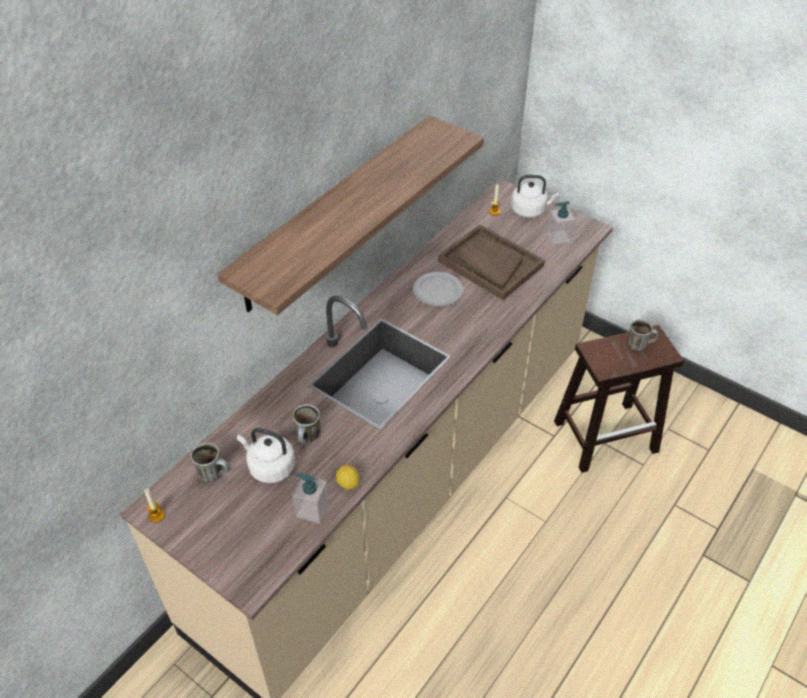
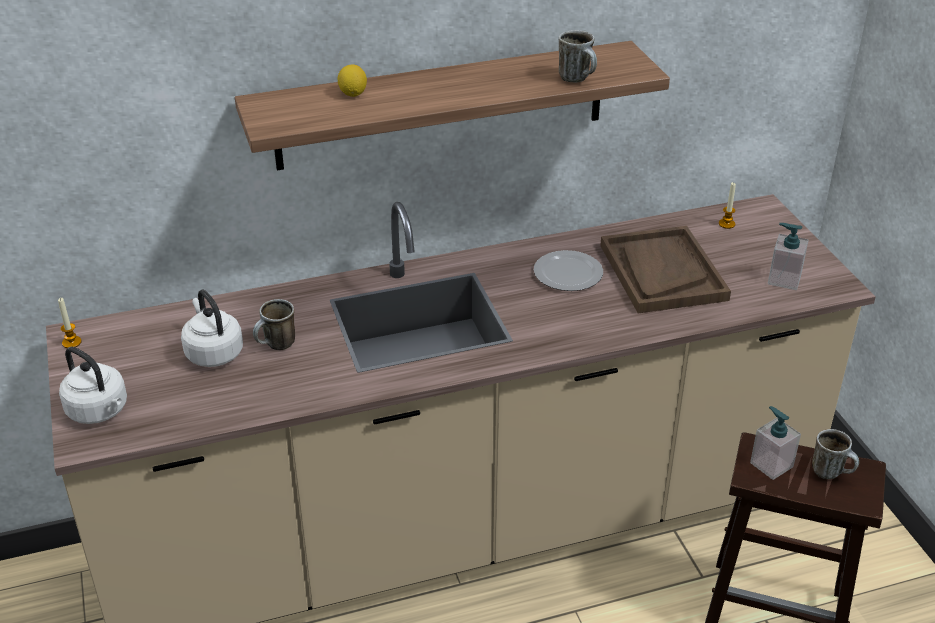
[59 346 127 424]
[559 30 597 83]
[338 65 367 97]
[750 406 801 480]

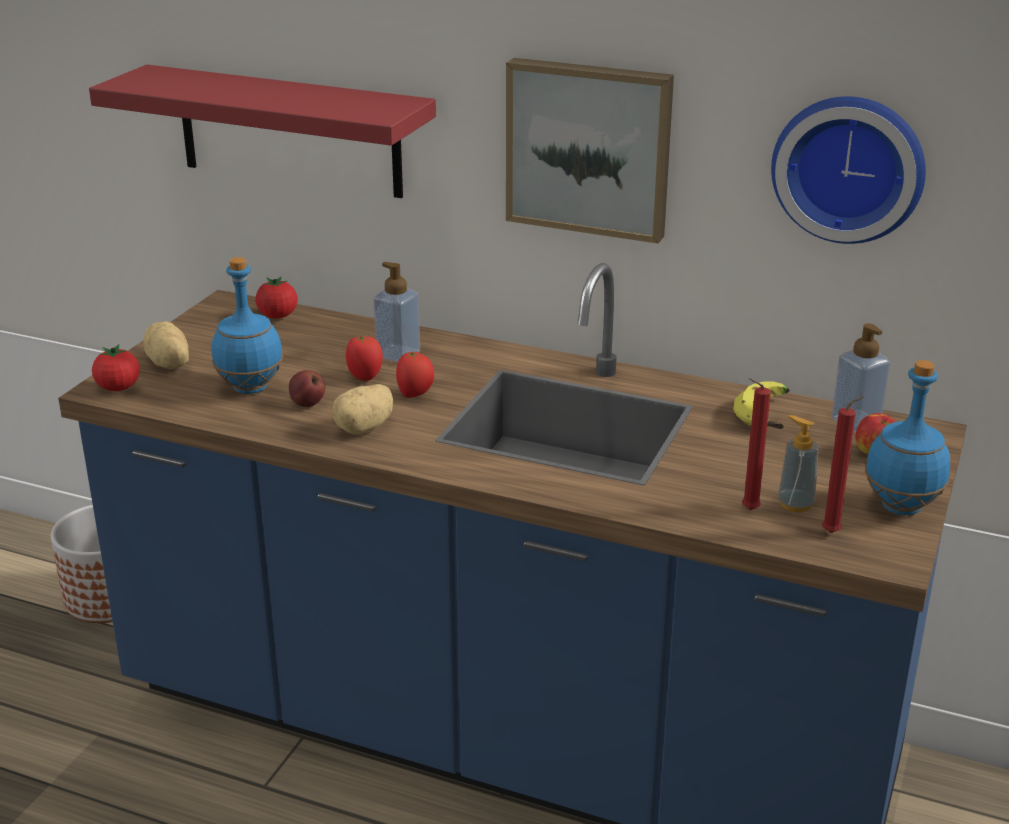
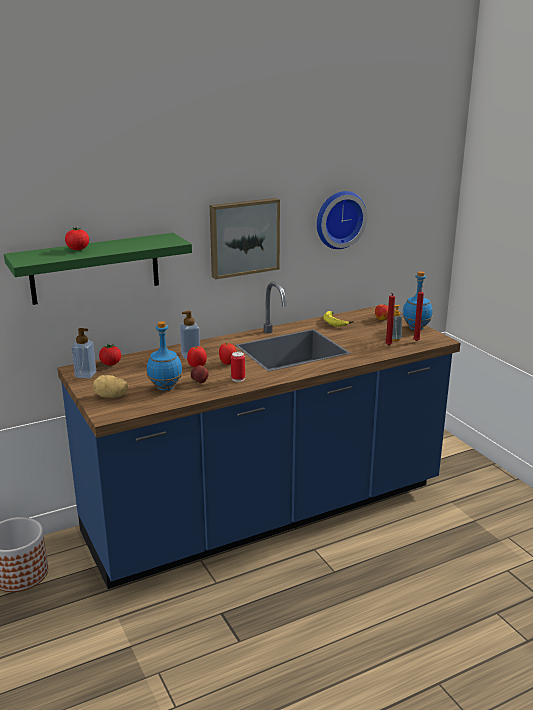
[4 233 192 305]
[71 328 96 379]
[65 227 89 250]
[231 352 245 382]

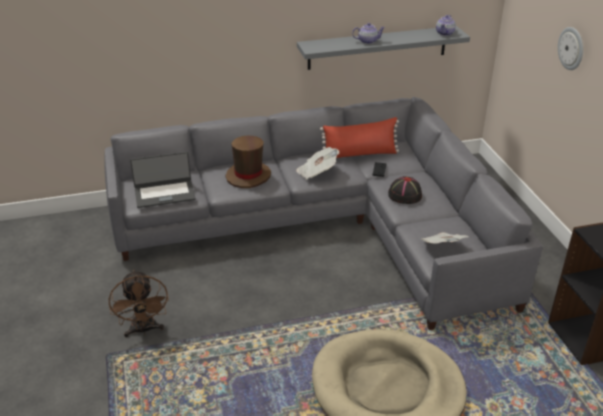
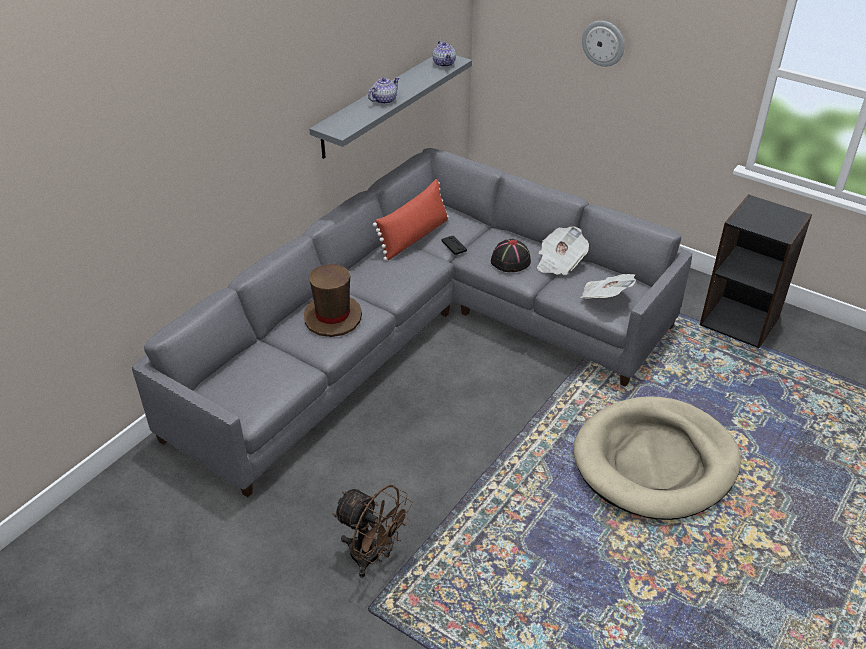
[537 226 589 275]
[130 152 196 208] (first image)

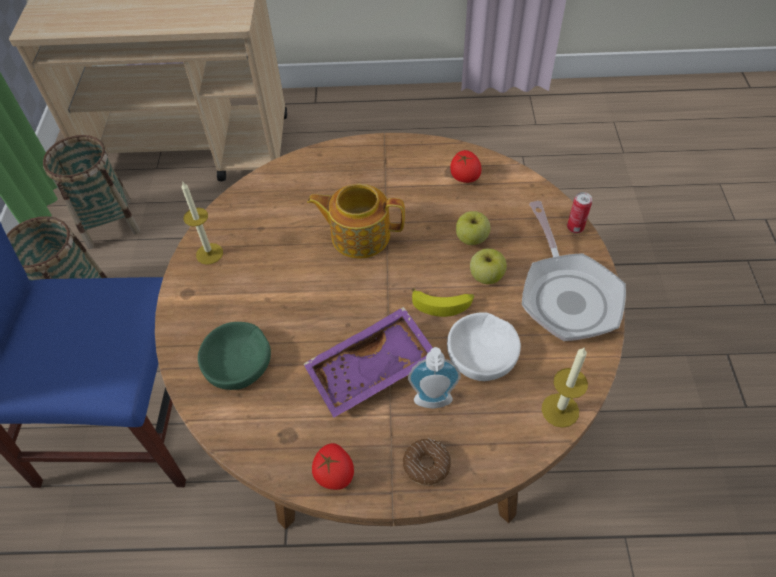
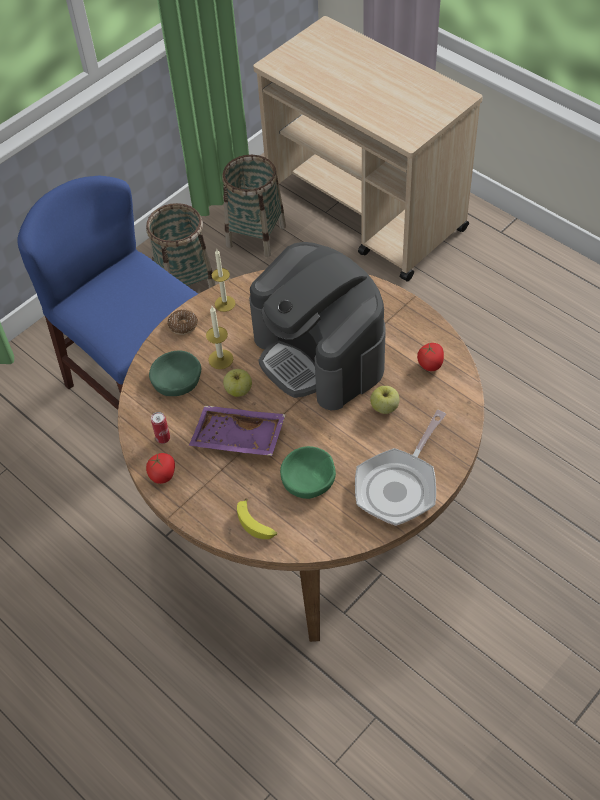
[249 242 386 411]
[151 412 170 444]
[223 369 252 397]
[237 498 277 539]
[280 446 336 499]
[408 347 461 409] (first image)
[206 306 233 369]
[167 309 198 335]

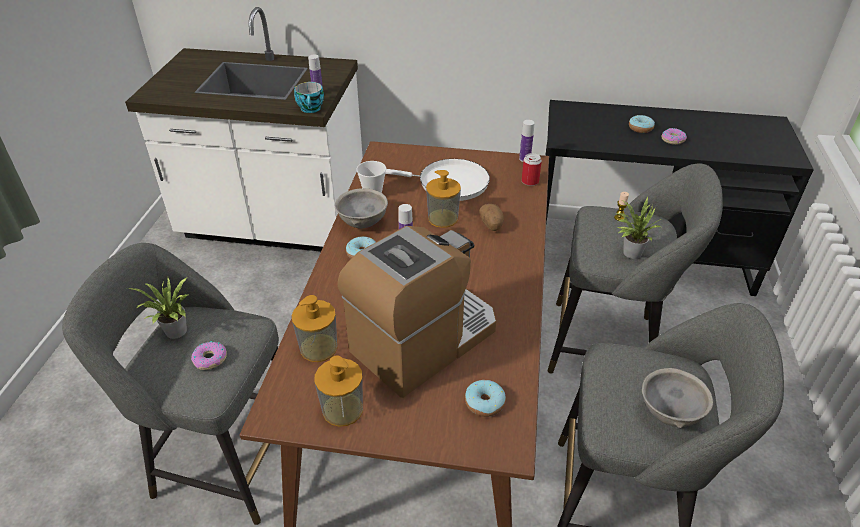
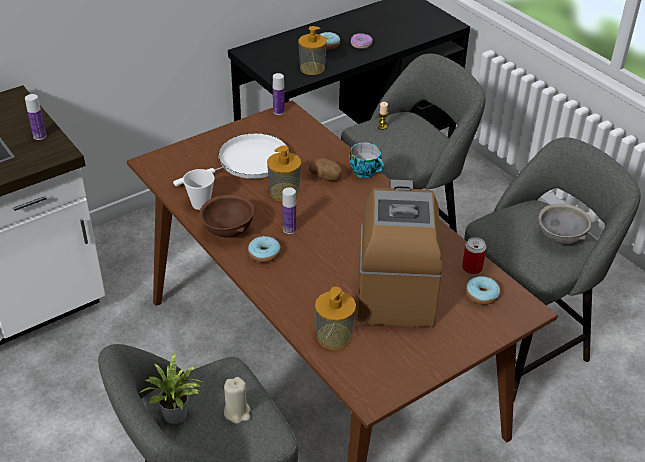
[349 142 384 178]
[462 237 486 274]
[199 195 255 238]
[615 197 661 259] (first image)
[224 377 250 424]
[298 26 327 75]

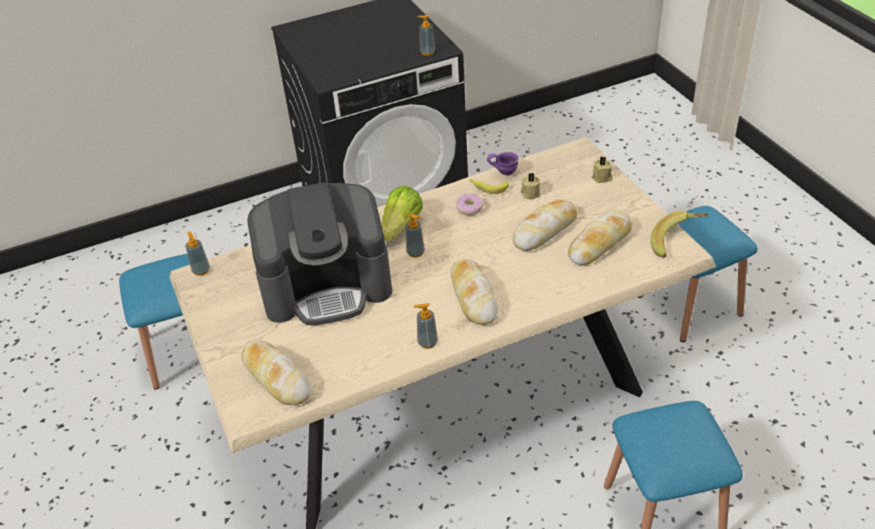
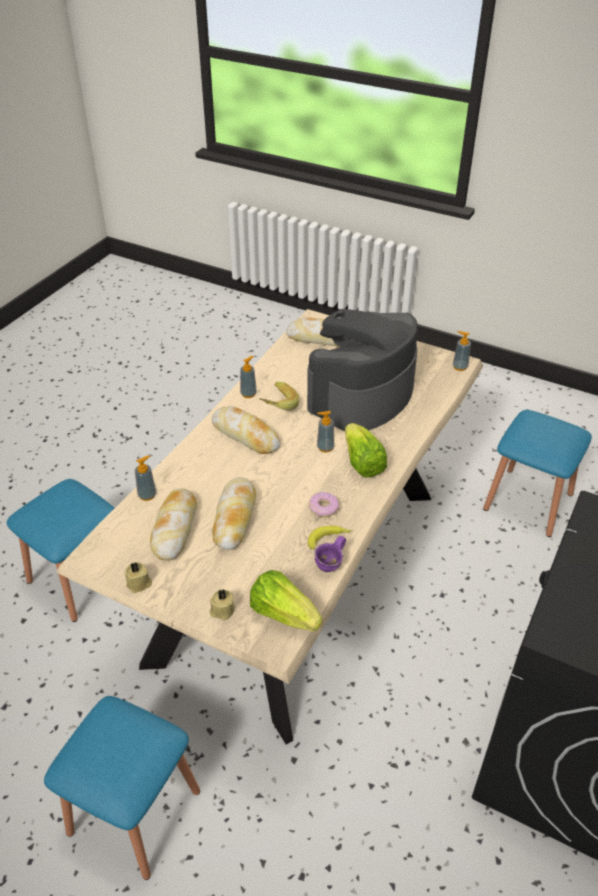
[135 455 157 501]
[125 562 152 593]
[259 382 299 410]
[250 570 323 631]

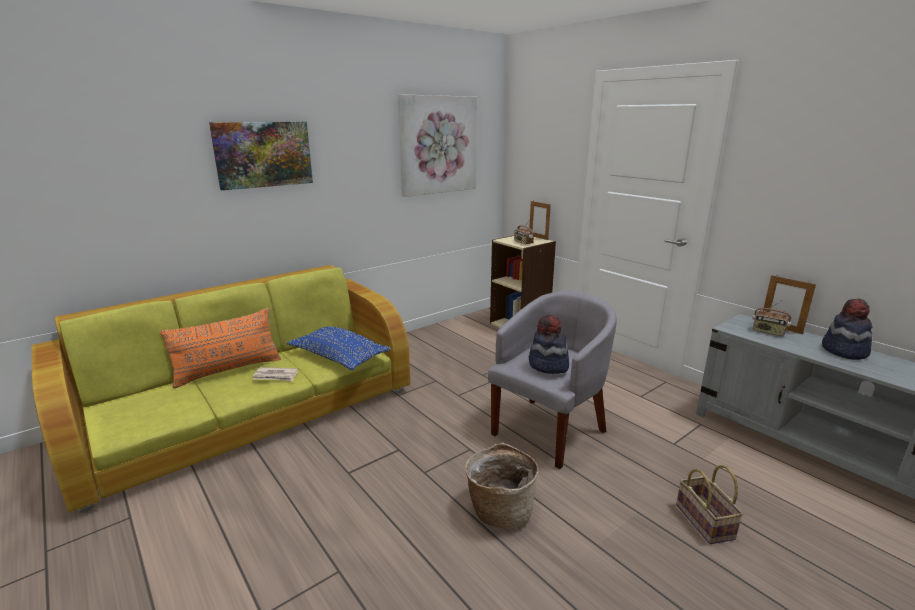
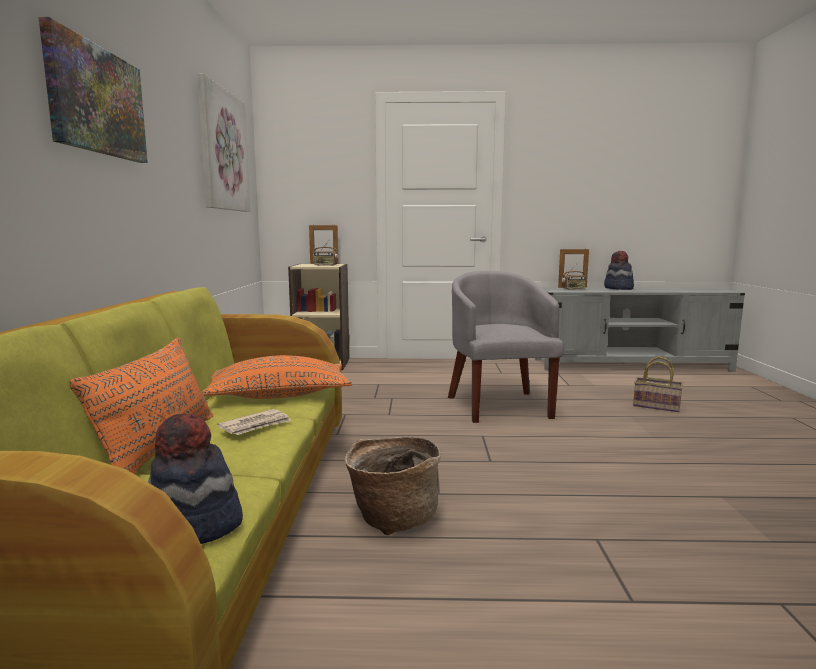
[148 414 243 544]
[202 355 352 399]
[345 437 441 536]

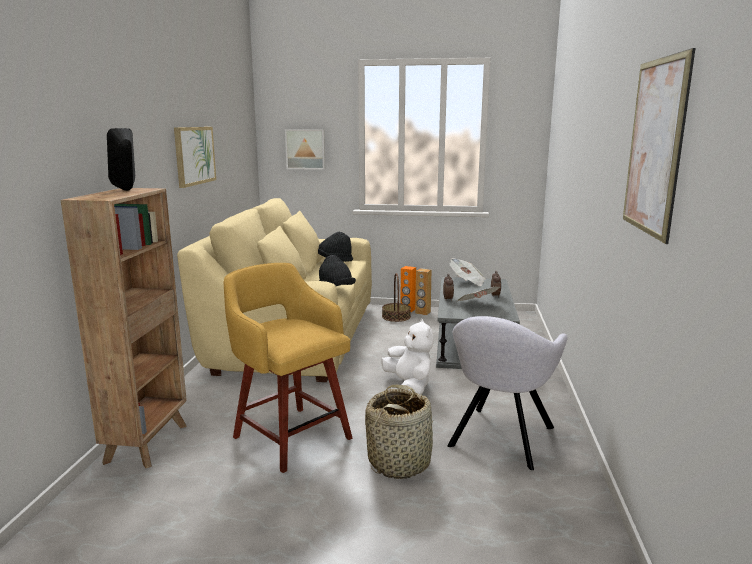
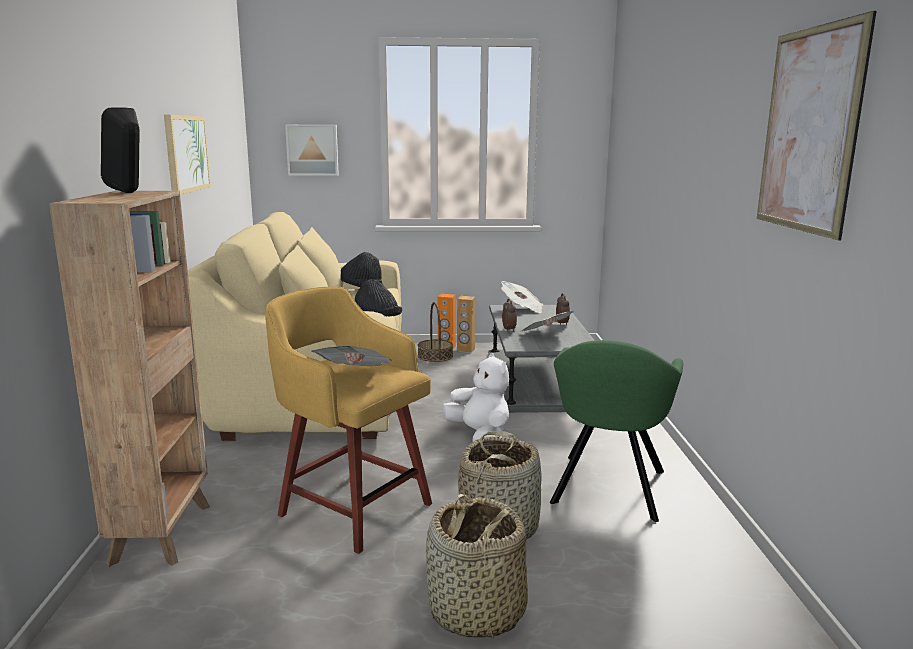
[550 340 683 522]
[311 346 392 366]
[426 494 528 639]

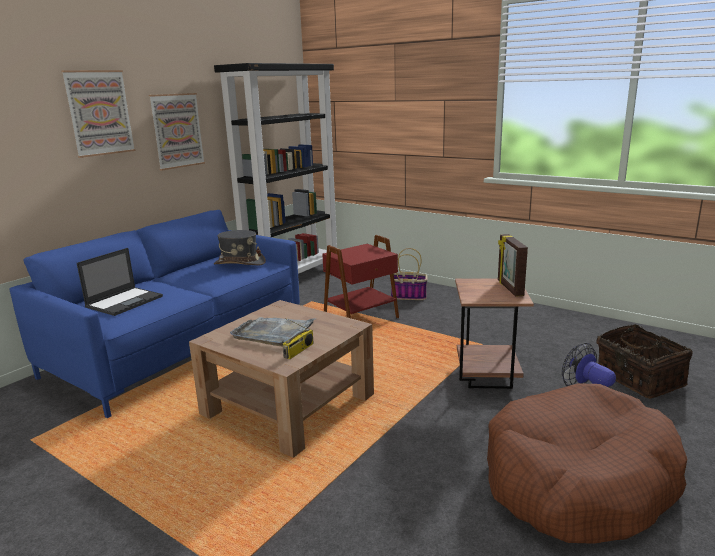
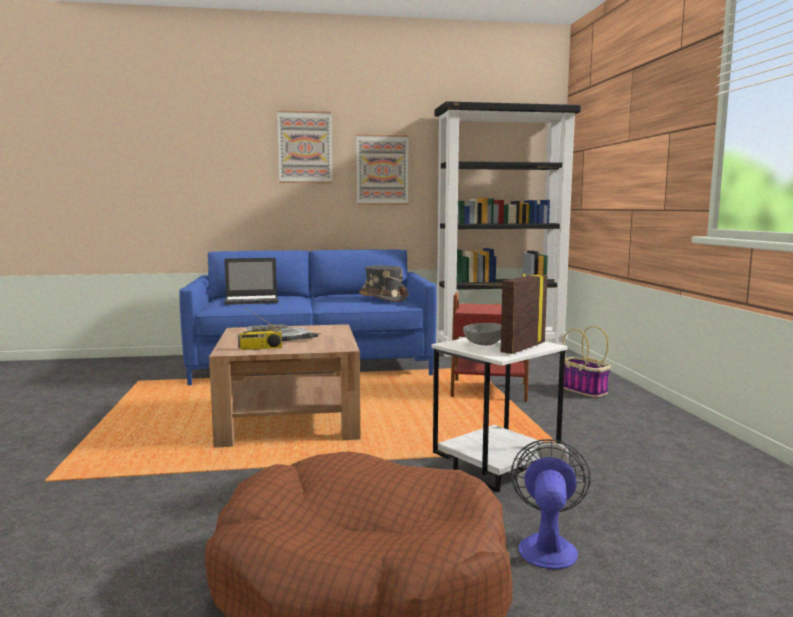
[432 338 568 492]
[596 324 693 399] (first image)
[463 323 501 345]

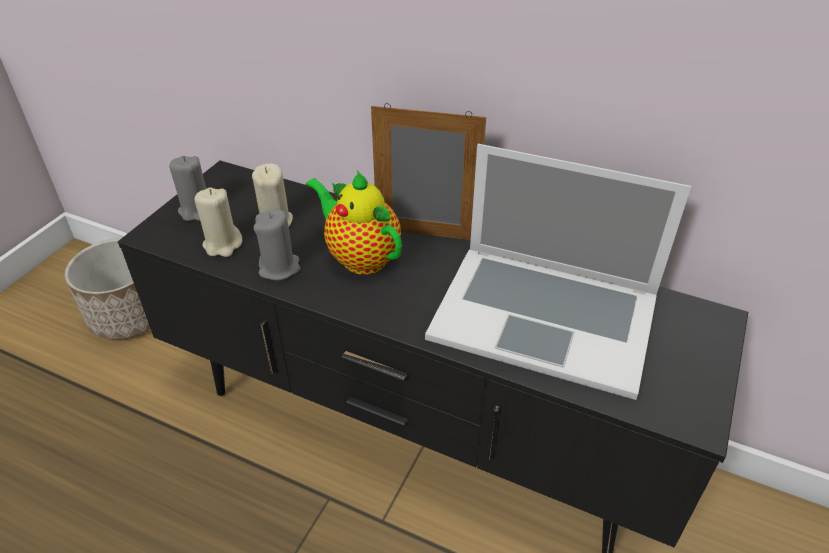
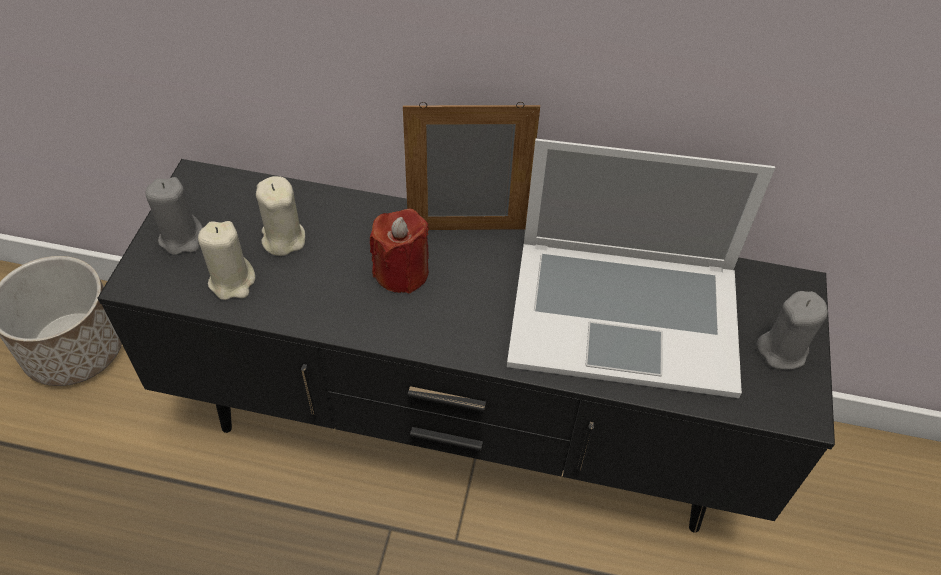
[370 208 429 294]
[757 291 828 369]

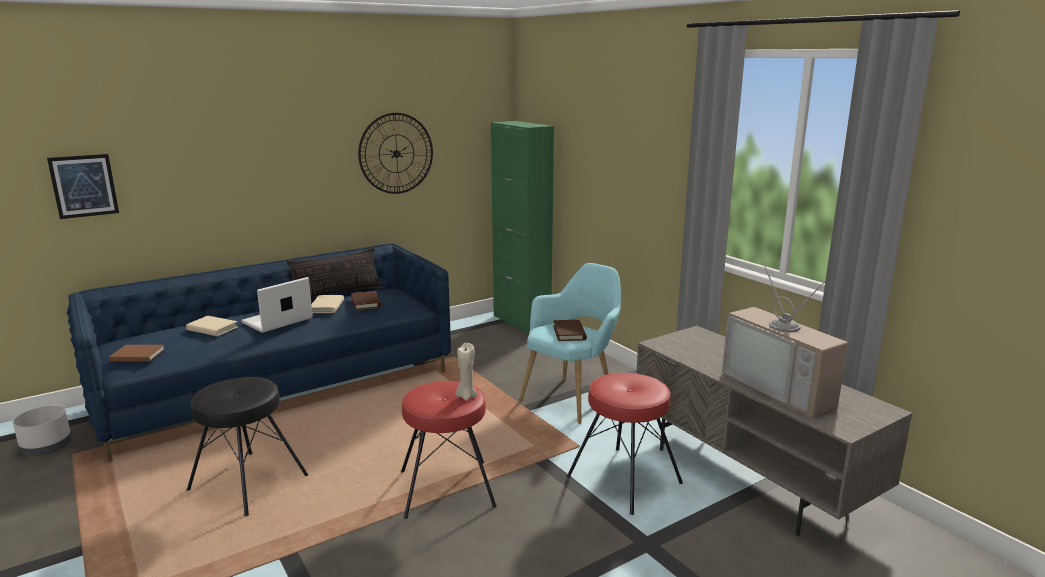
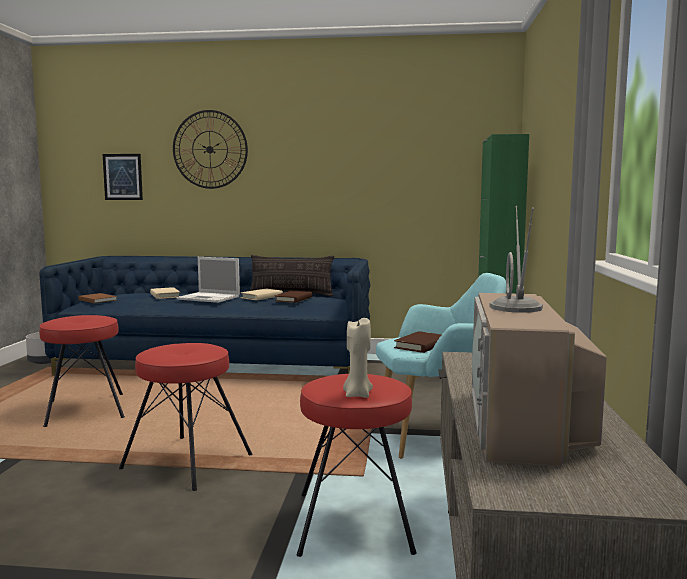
[173 110 248 189]
[176 257 240 303]
[343 318 373 398]
[39 315 125 427]

